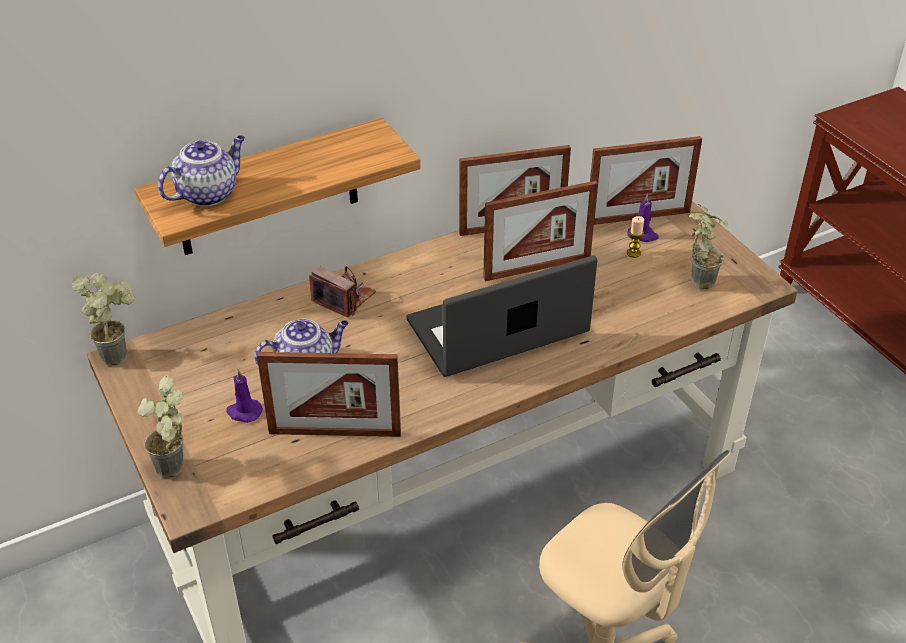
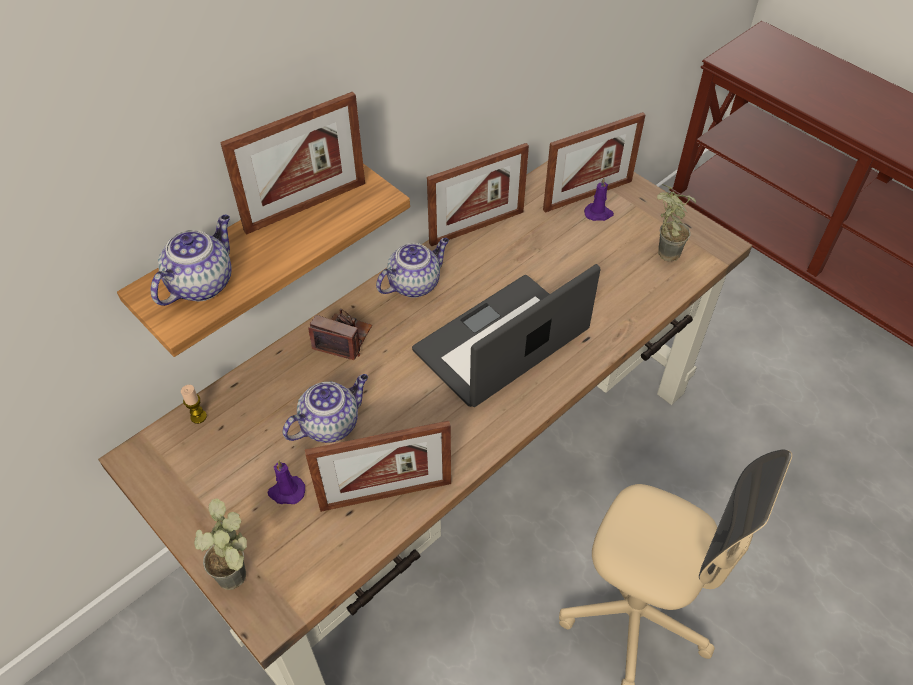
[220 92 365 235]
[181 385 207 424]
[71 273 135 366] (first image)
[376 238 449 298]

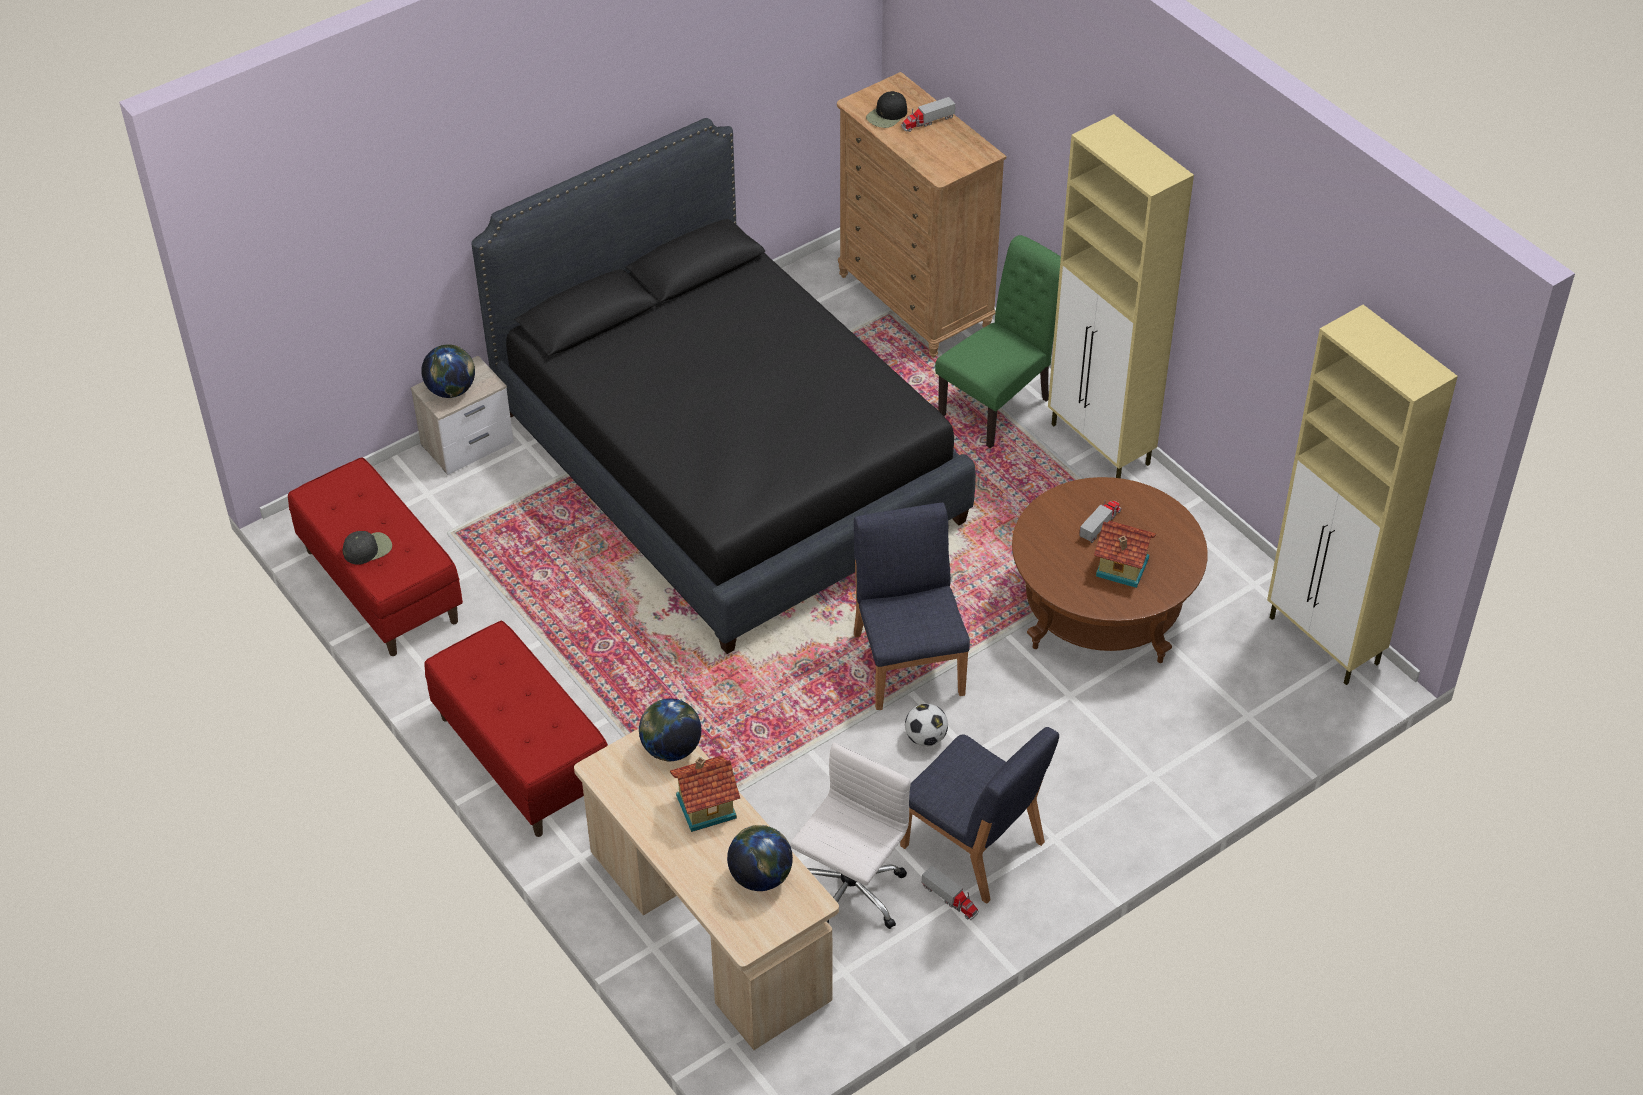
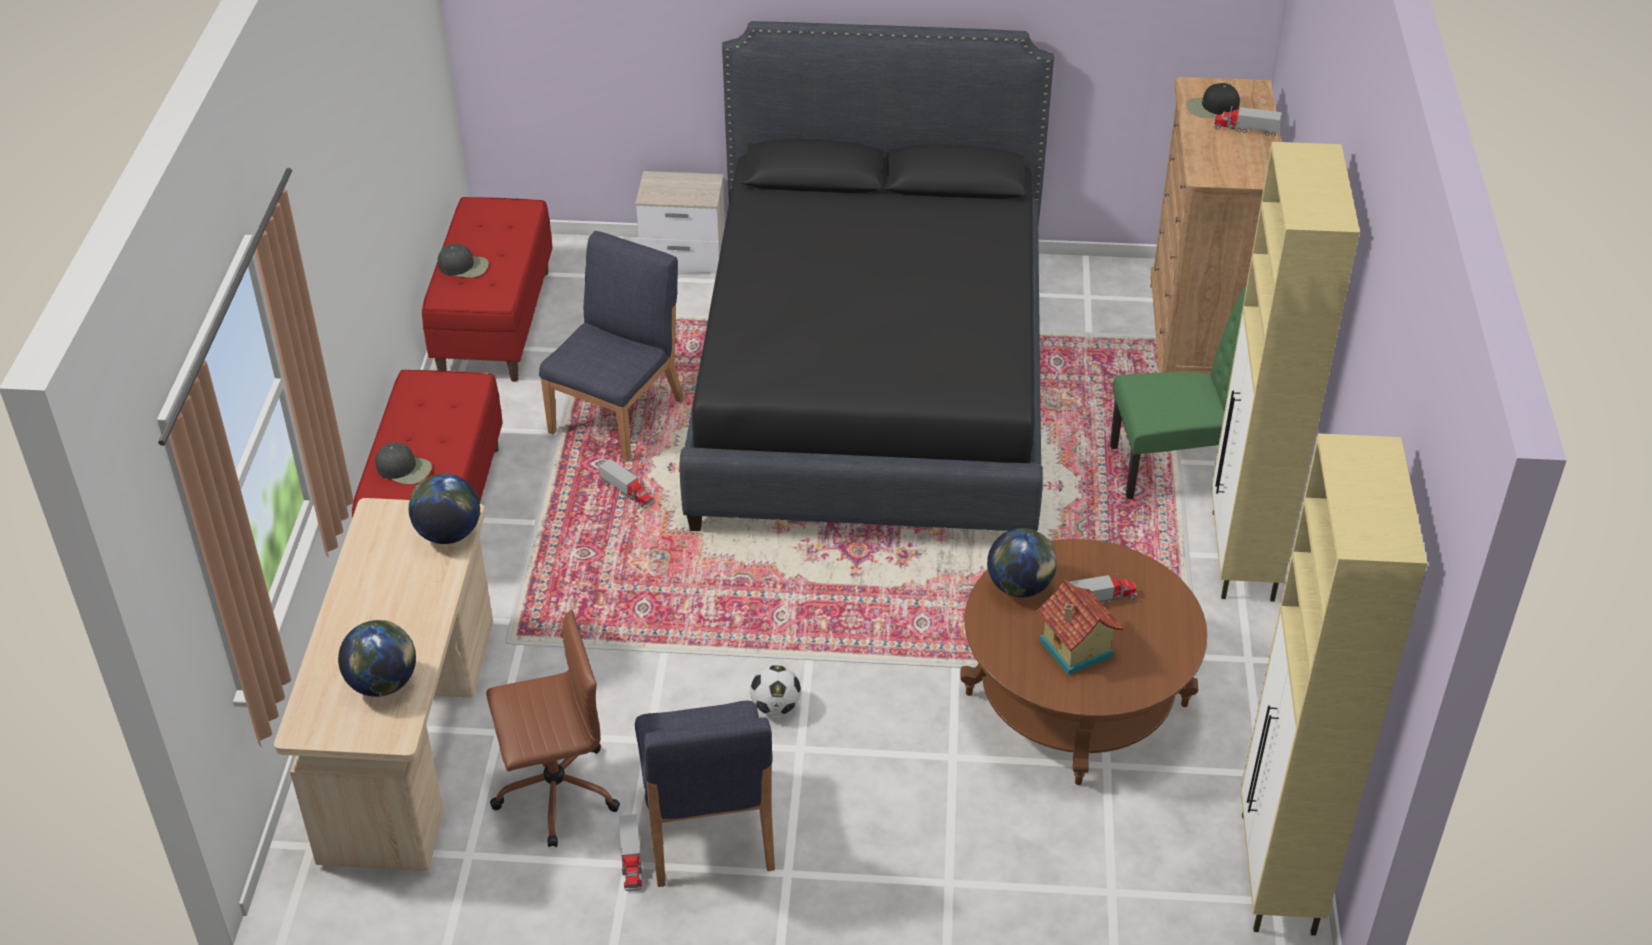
[987 528 1057 597]
[539 231 684 462]
[486 610 620 847]
[670 756 740 832] (first image)
[375 442 432 484]
[599 459 654 508]

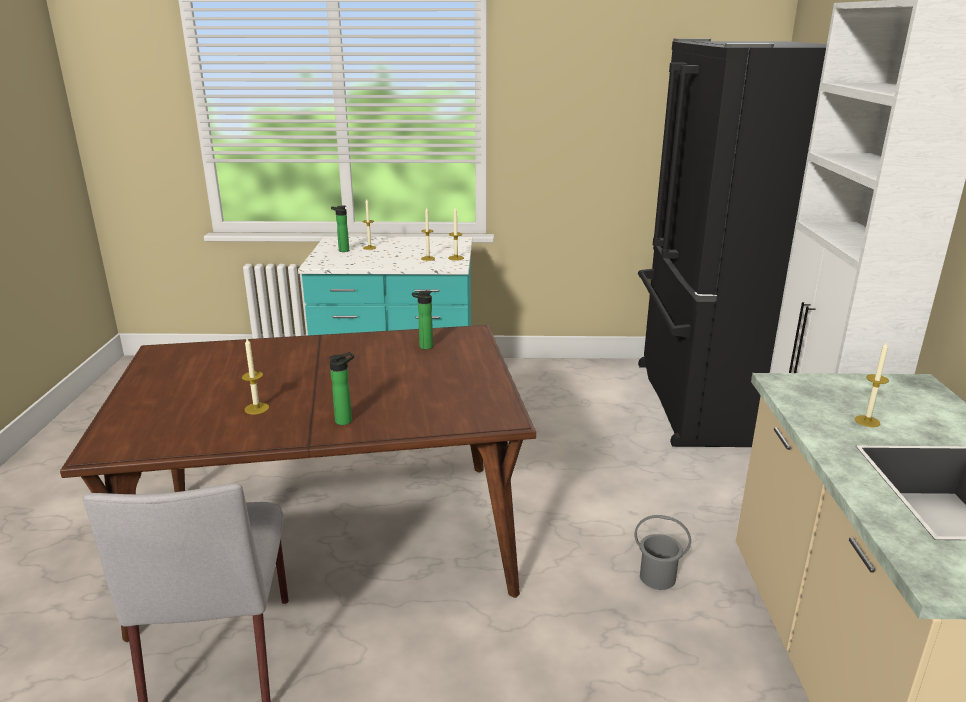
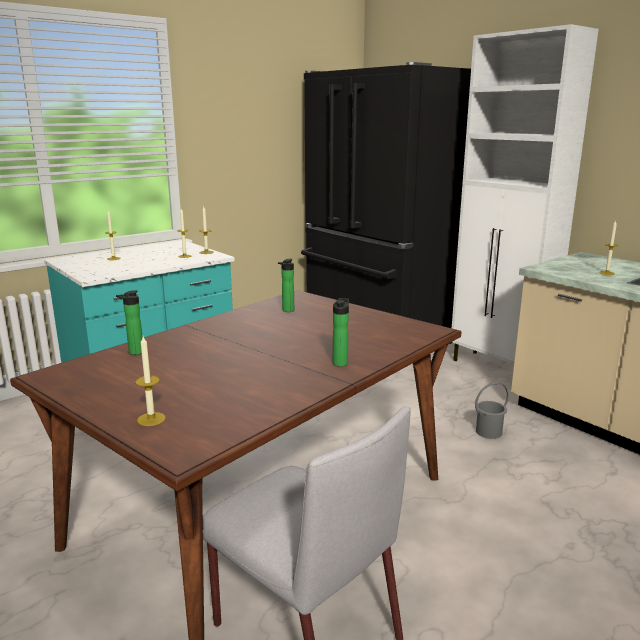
[116 290 143 355]
[135 336 166 426]

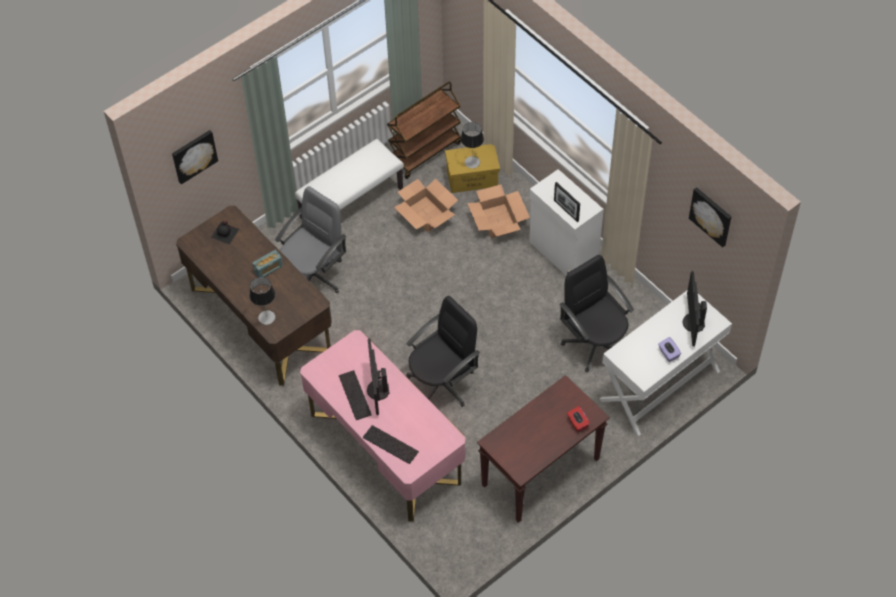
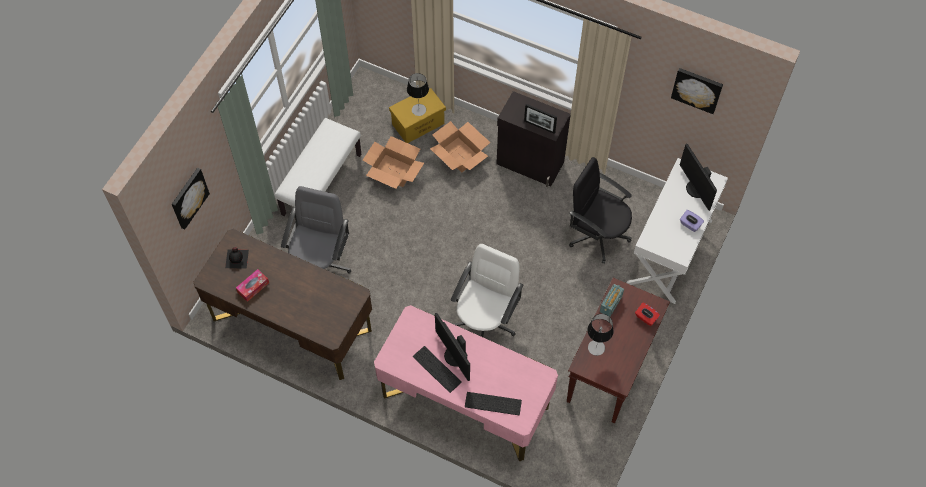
[387 82 461 179] (first image)
[496 91 571 187]
[600 284 624 317]
[587 314 613 356]
[451 244 524 337]
[236 269 269 302]

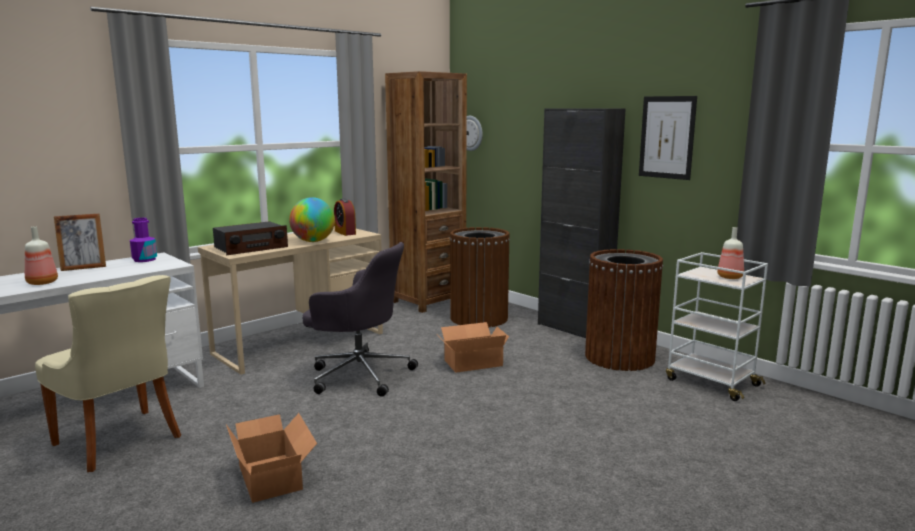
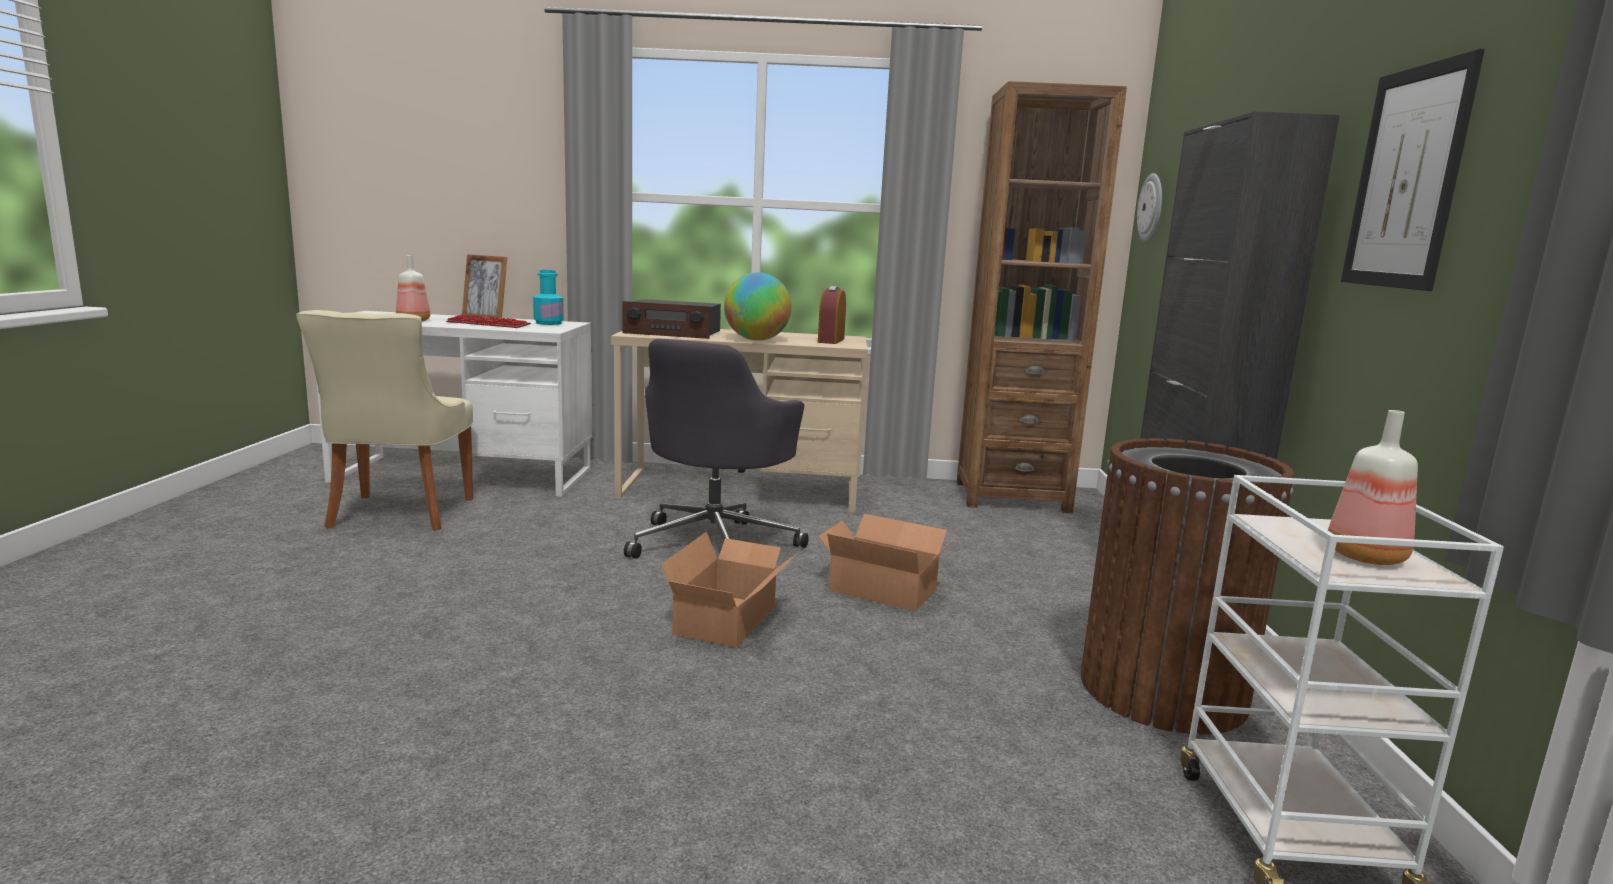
[533 270 564 325]
[450 227 510 327] (first image)
[624 339 809 559]
[661 532 797 648]
[446 314 531 328]

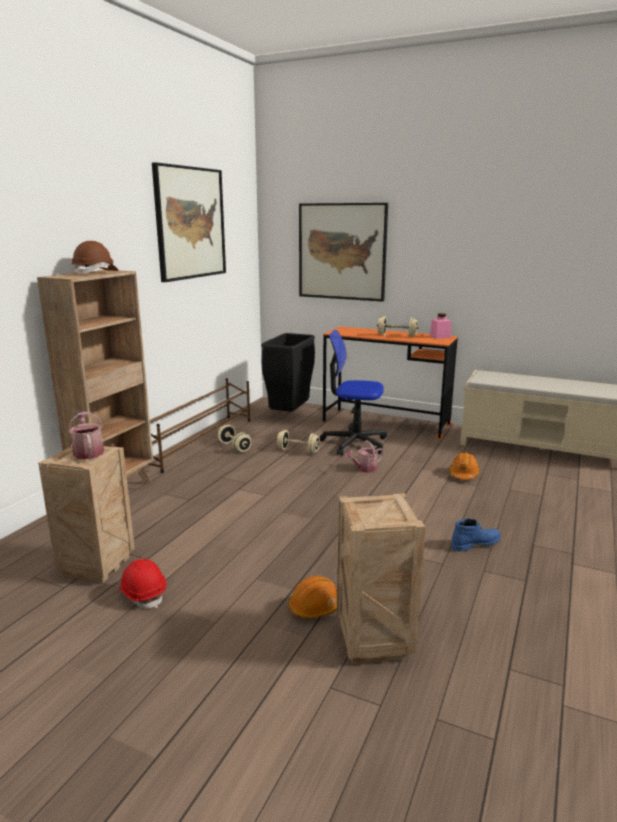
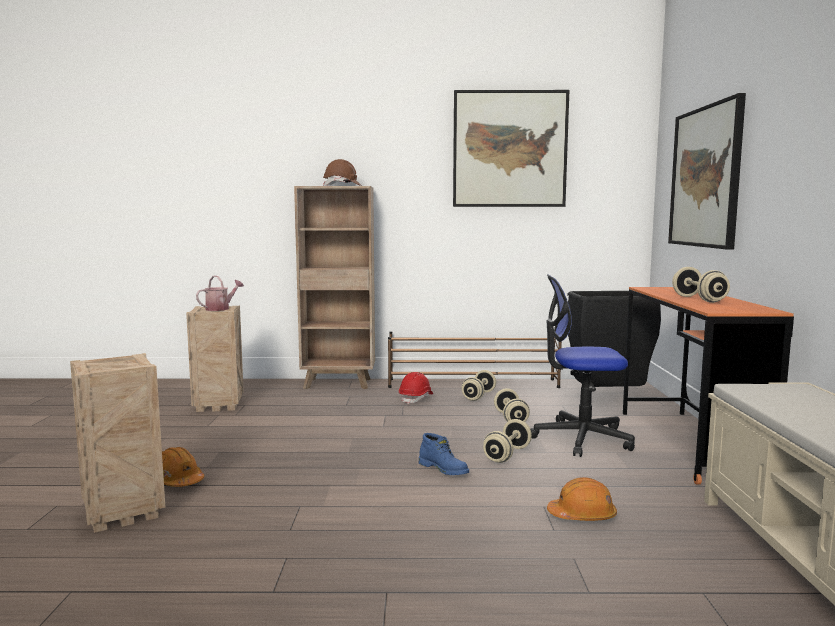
[430 313 451 339] (first image)
[531 274 635 457]
[483 419 532 463]
[419 433 469 475]
[399 372 433 404]

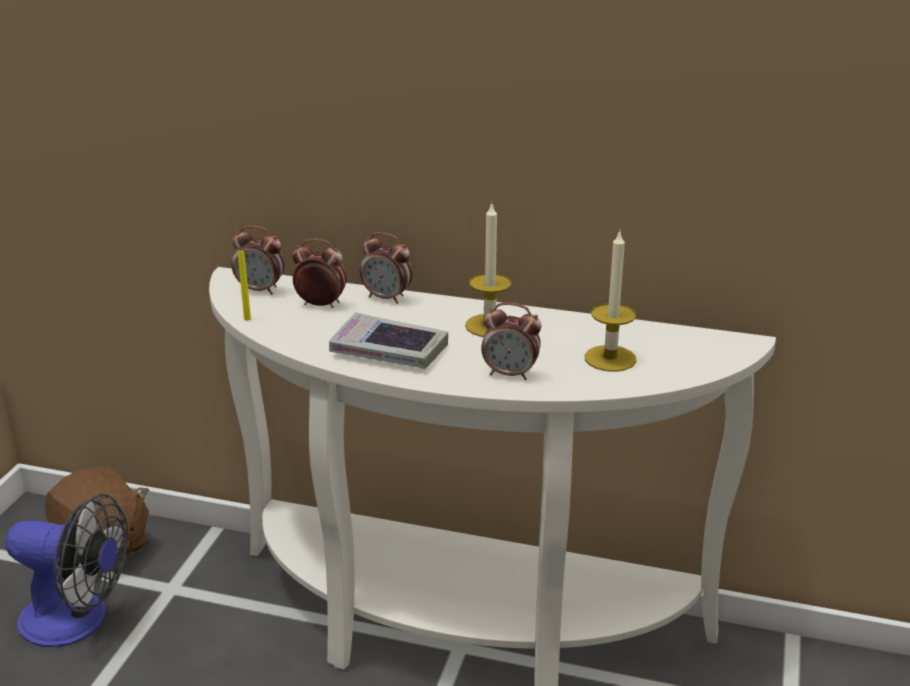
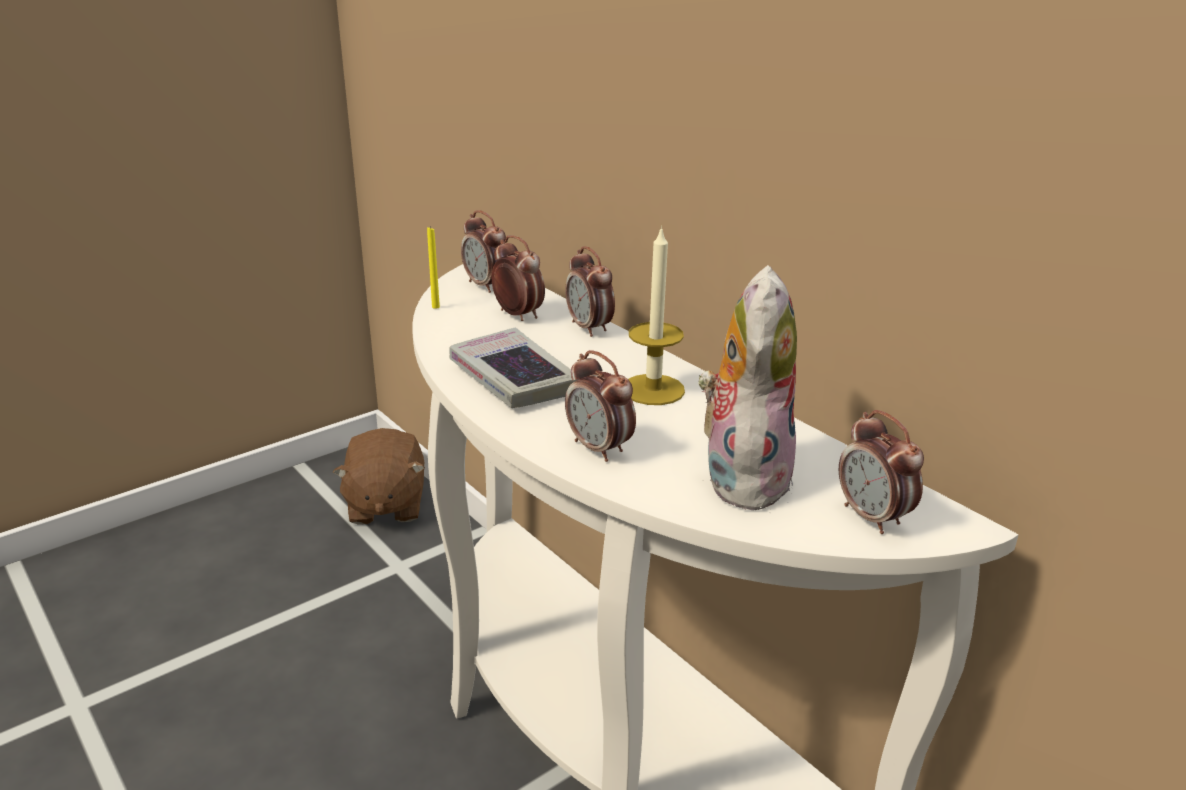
[698 265 797 510]
[5 494 128 647] (first image)
[839 410 924 534]

